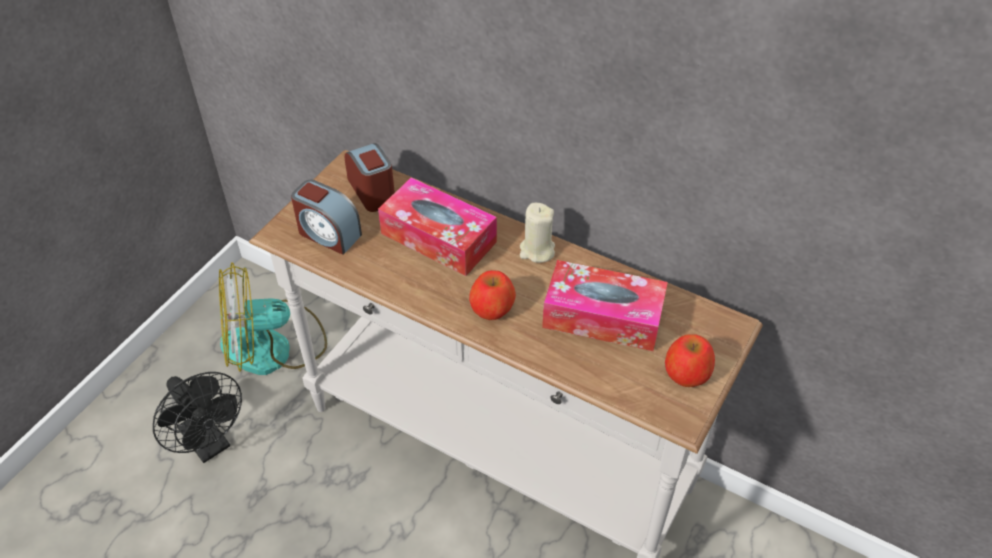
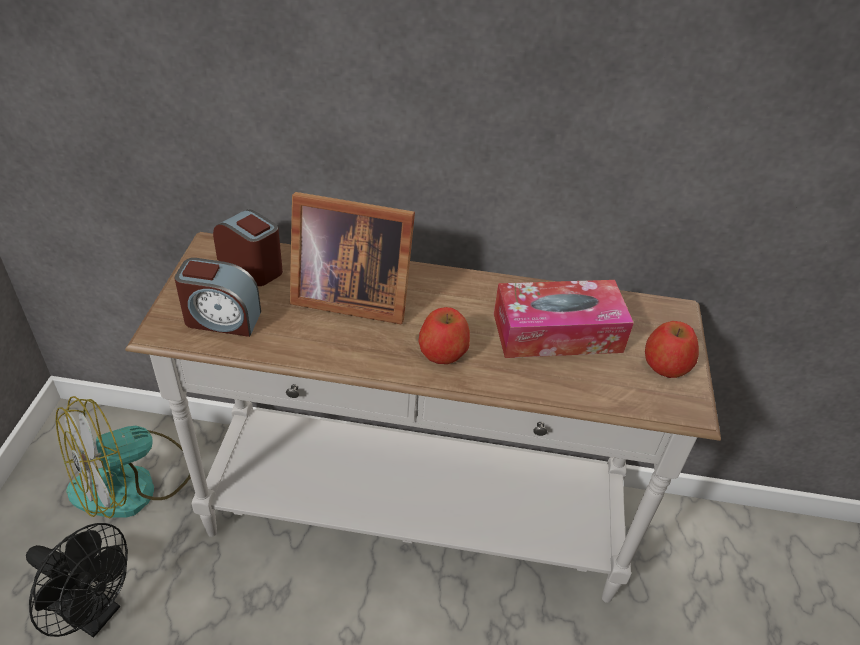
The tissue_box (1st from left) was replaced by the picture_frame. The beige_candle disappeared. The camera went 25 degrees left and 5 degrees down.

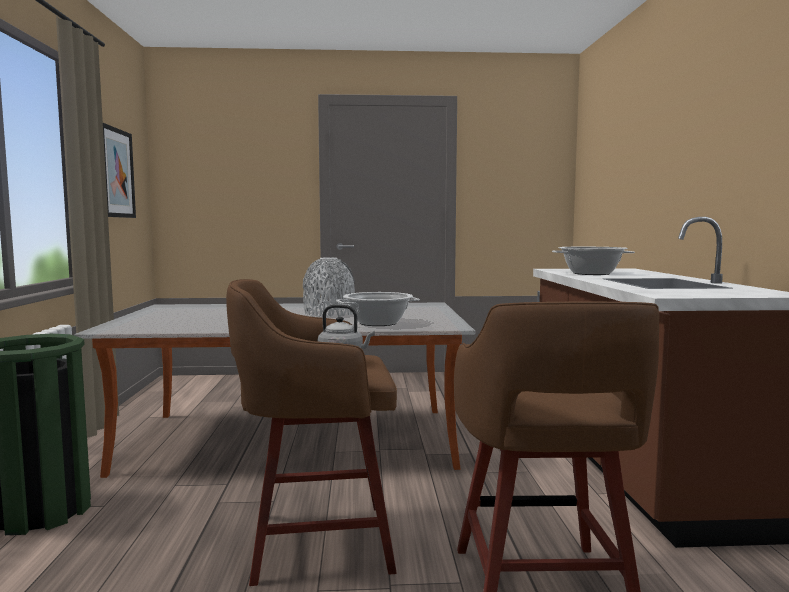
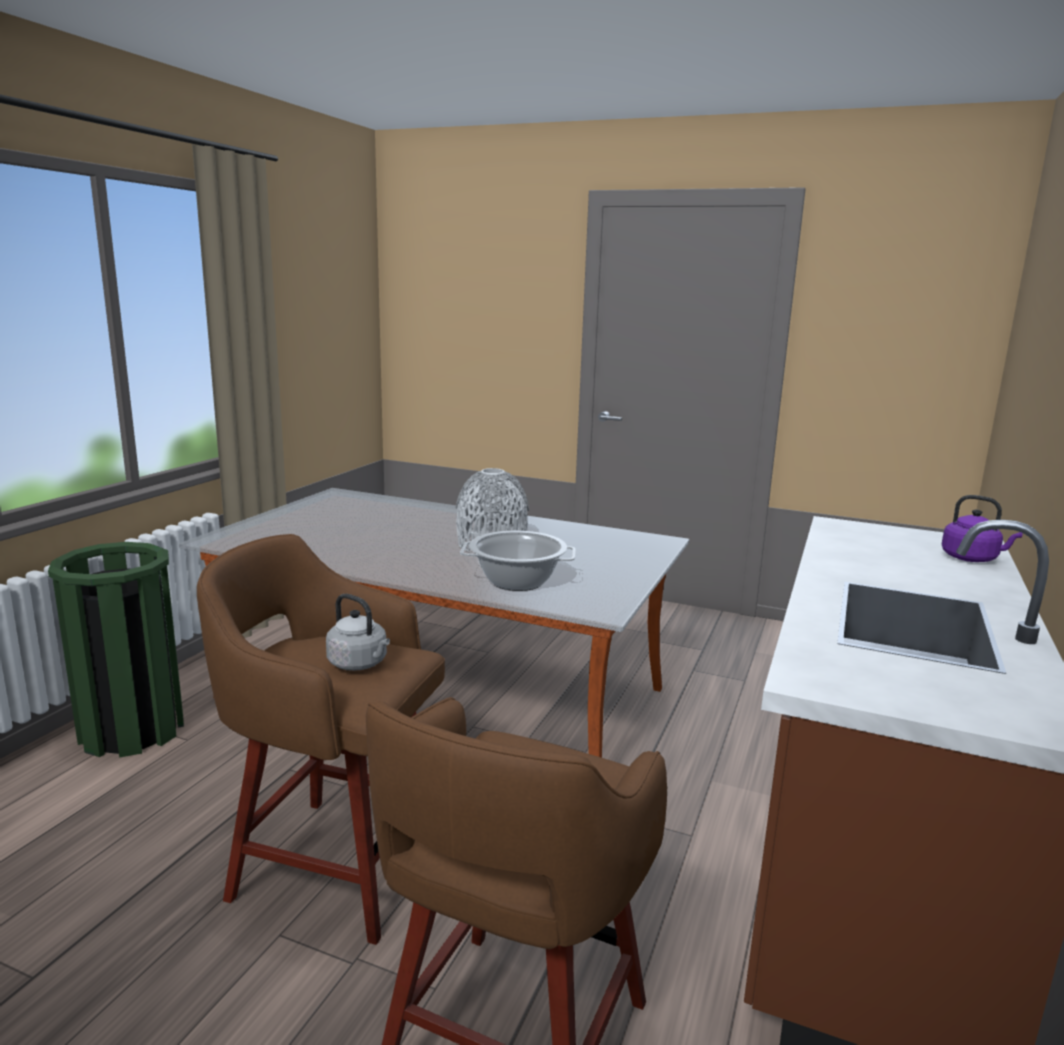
The purple_kettle appeared. The picture disappeared. The cooking_pot (2nd from left) disappeared. The camera went 25 degrees right and 10 degrees up.

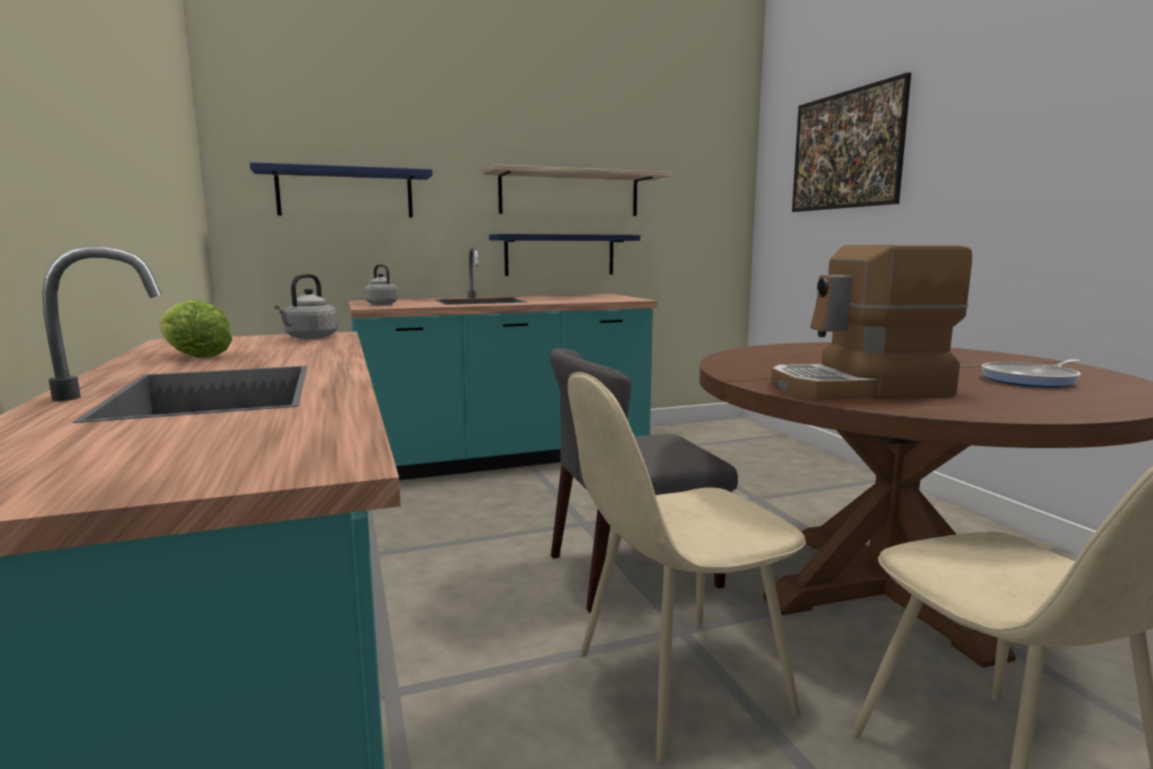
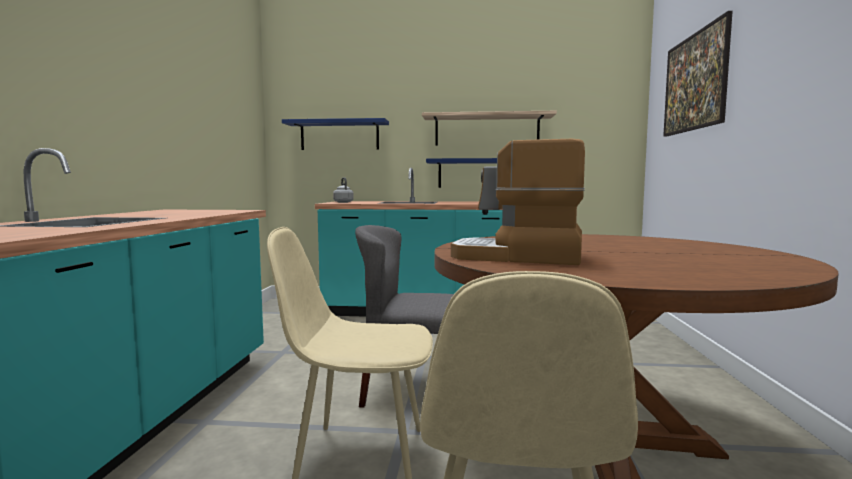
The lettuce disappeared. The grey_kettle (1st from left) disappeared. The frying_pan disappeared. The camera went 25 degrees right and 5 degrees down.

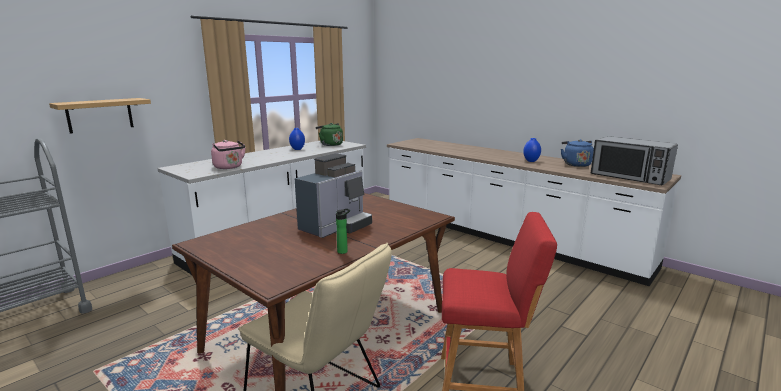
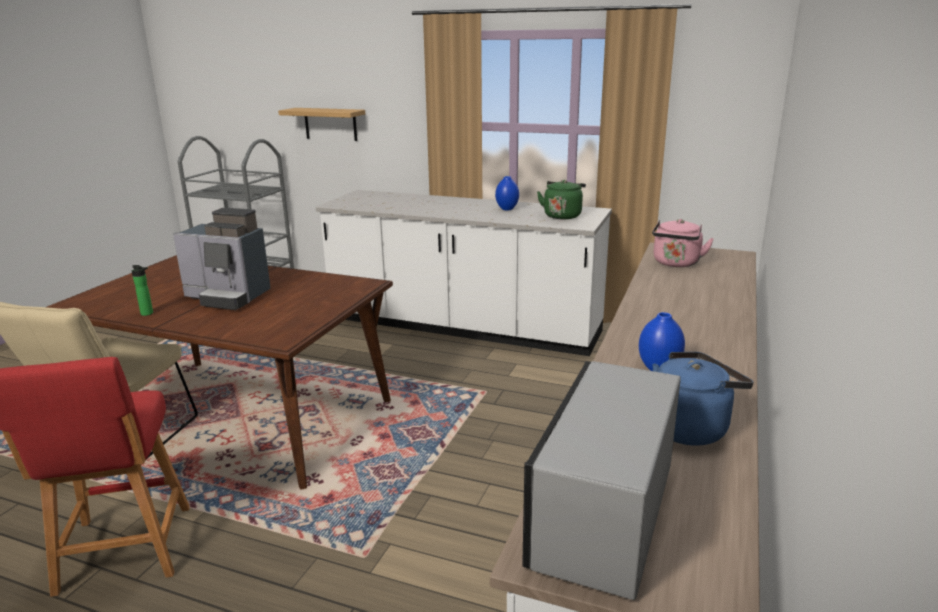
The pink_kettle moved. The camera went 70 degrees right and 5 degrees up.

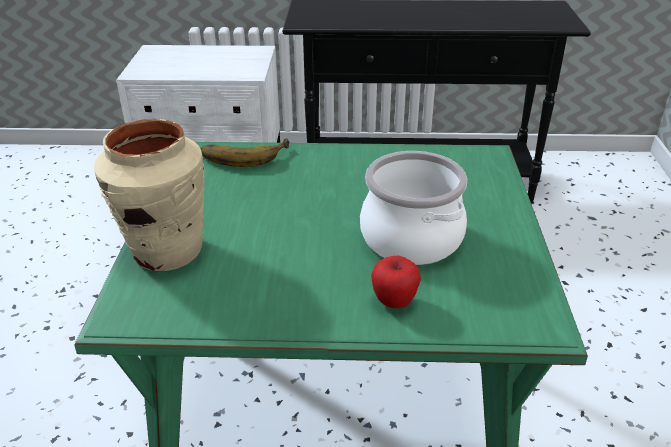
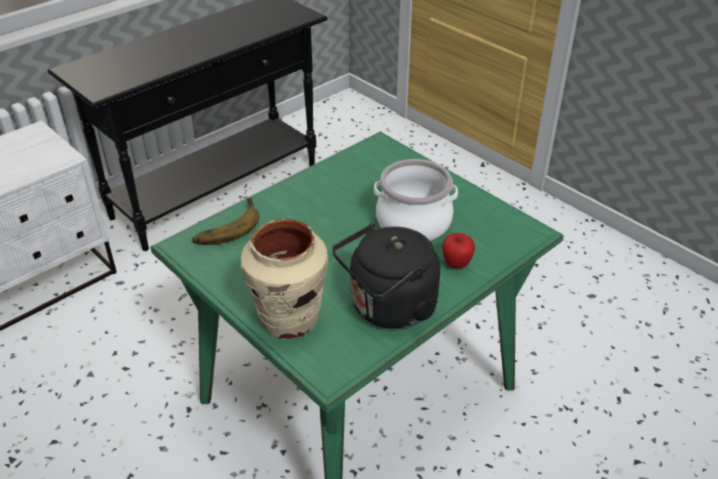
The black_kettle appeared. The camera went 45 degrees left and 5 degrees up.

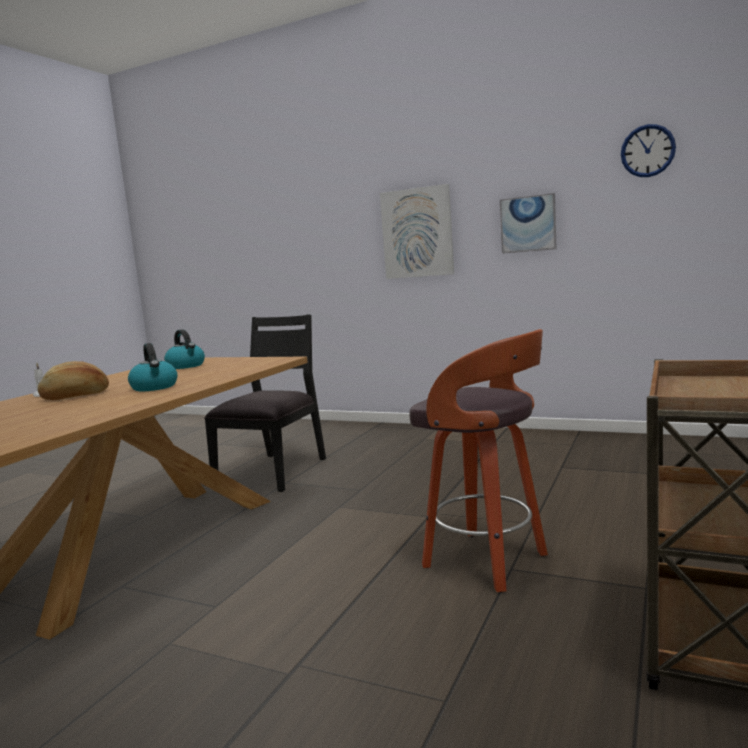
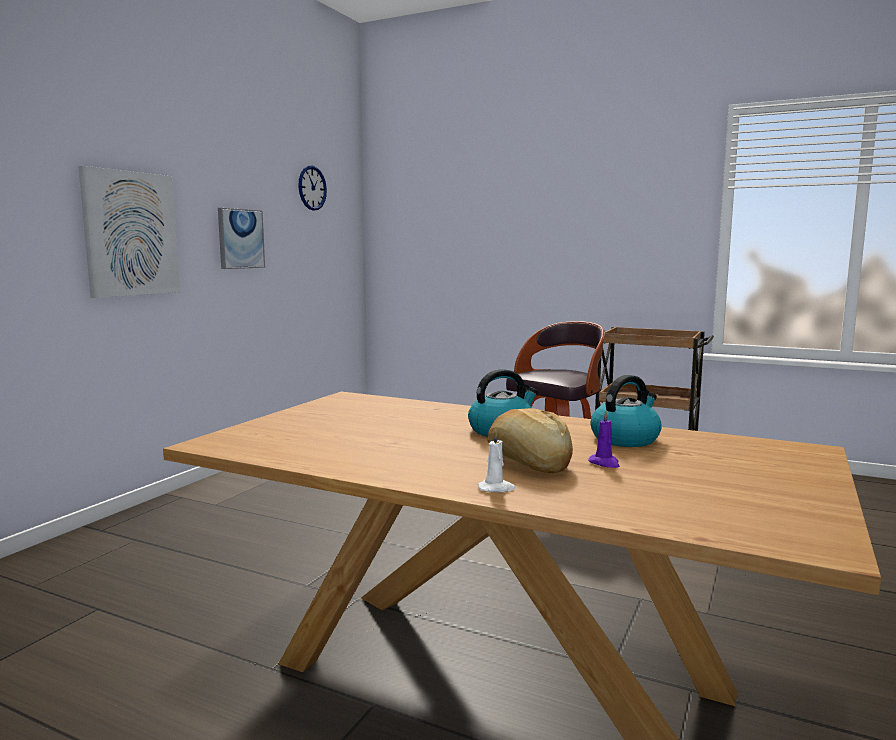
The purple_candle appeared. The kettle (2nd from left) moved. The black_chair disappeared. The camera went 90 degrees left and 0 degrees up.

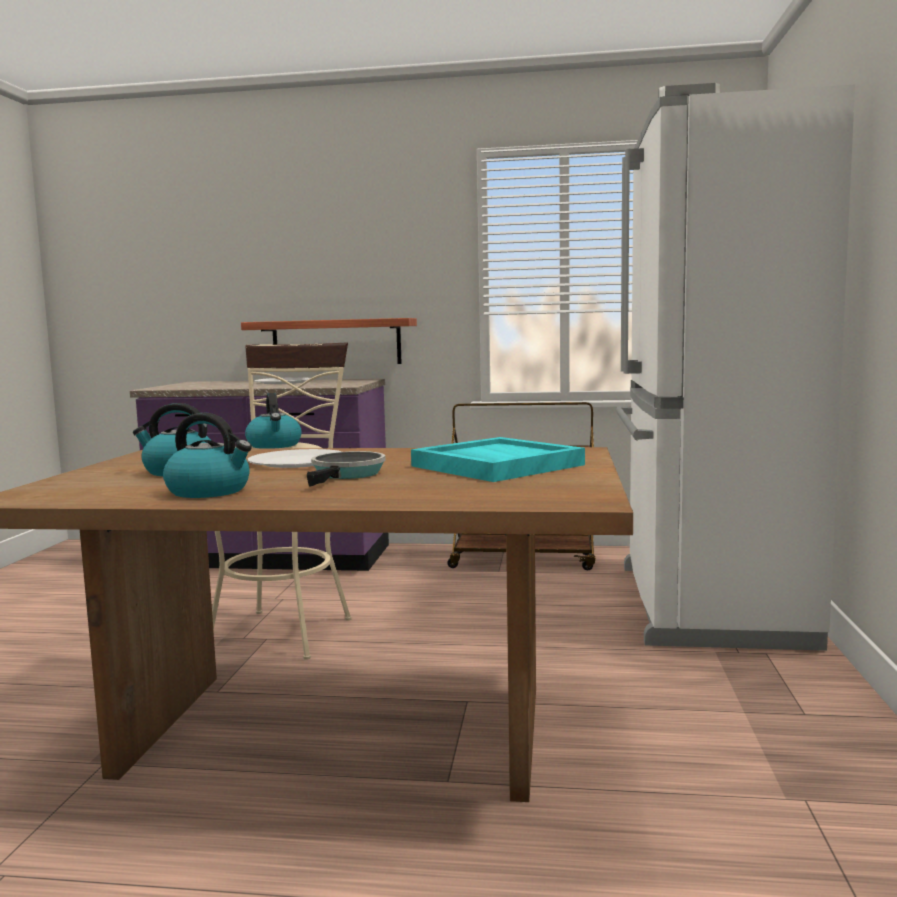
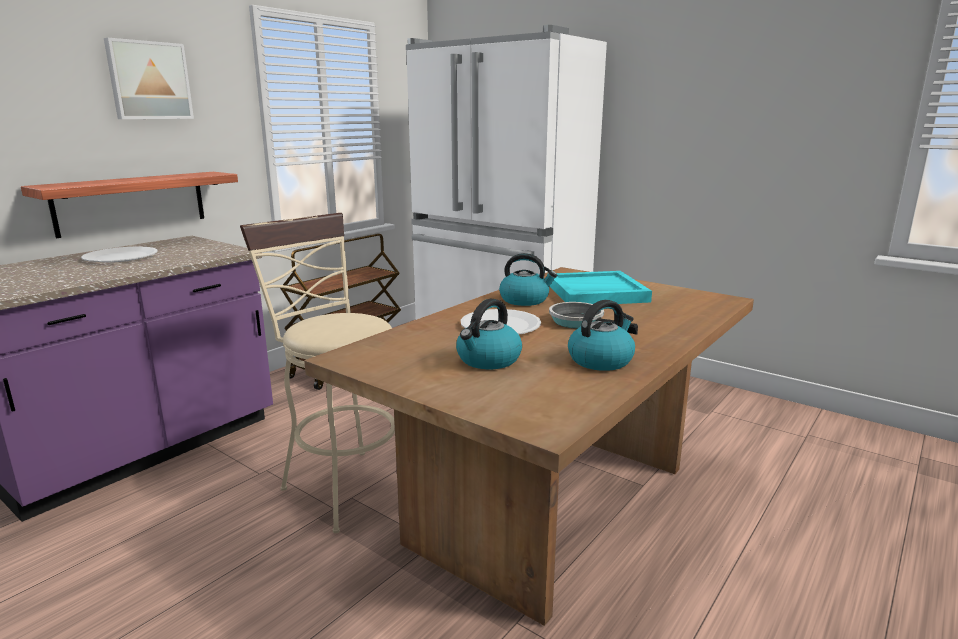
The picture appeared. The kettle (3rd from left in the first image) moved. The camera went 60 degrees left and 10 degrees up.

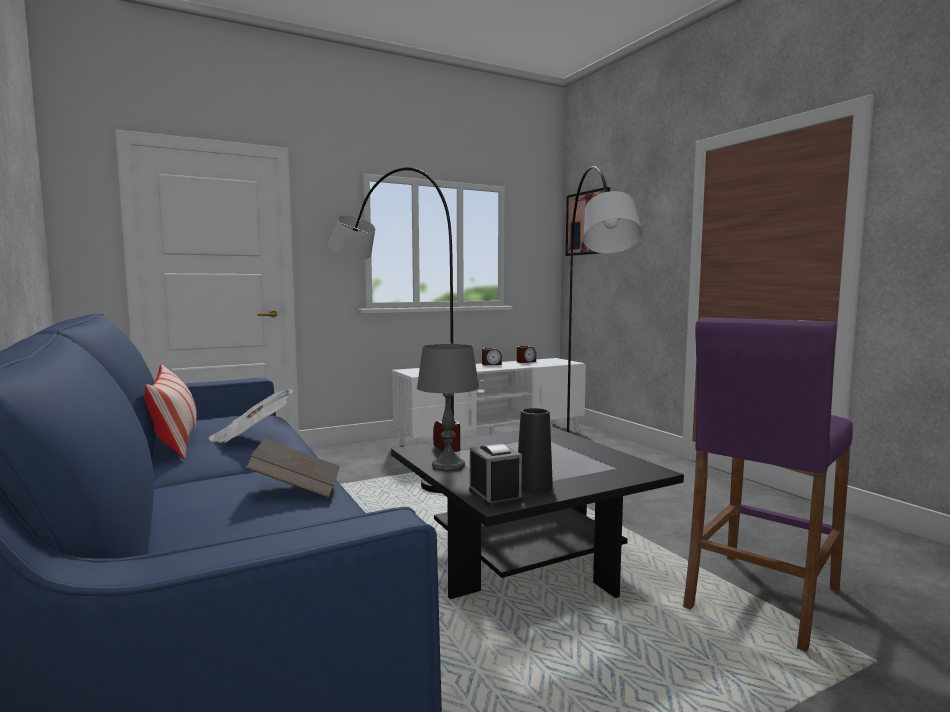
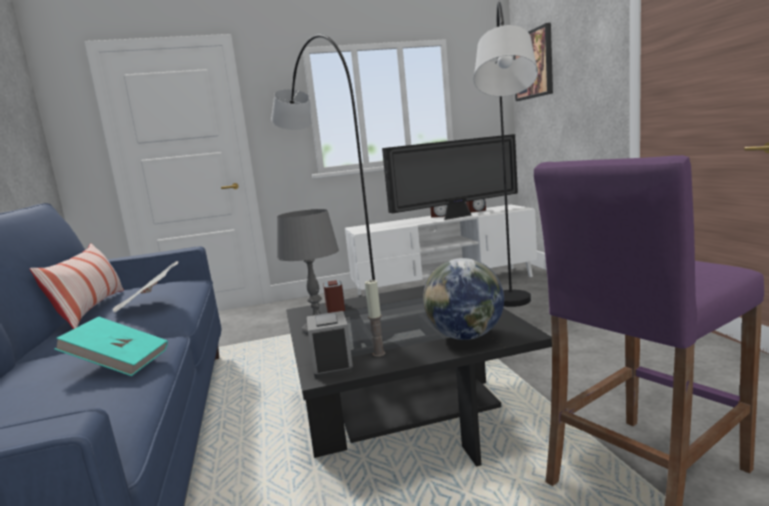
The brown_book became the turquoise_book. The black_vase was replaced by the candle. The television appeared. The globe appeared. The camera went 15 degrees right and 5 degrees up.

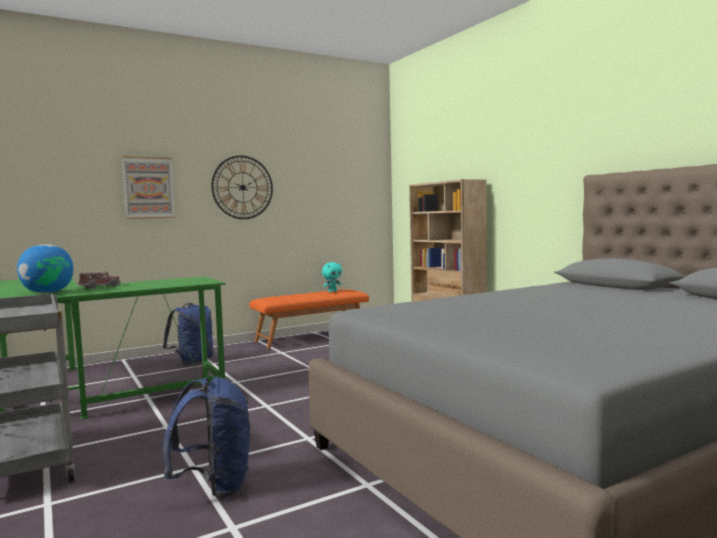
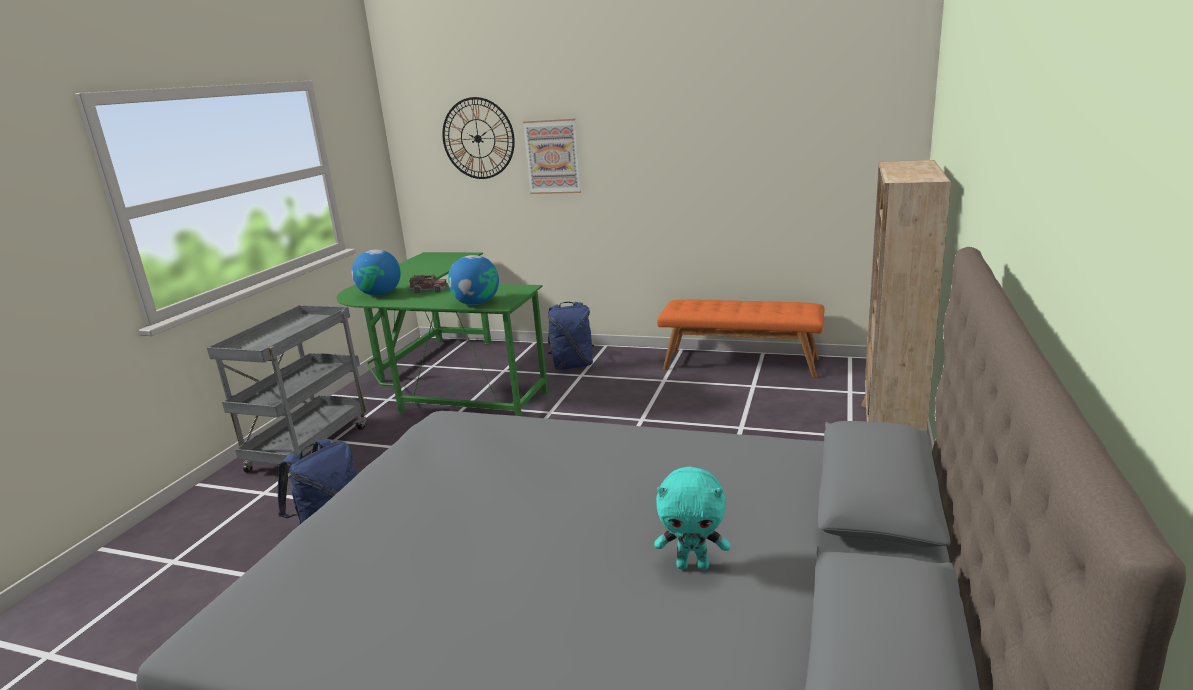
The wall_clock moved. The globe (2nd from left) appeared. The turquoise_plush_toy moved. The camera went 50 degrees right and 15 degrees up.

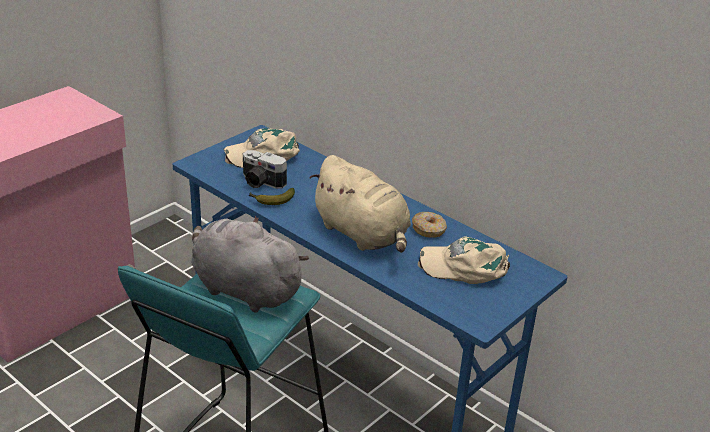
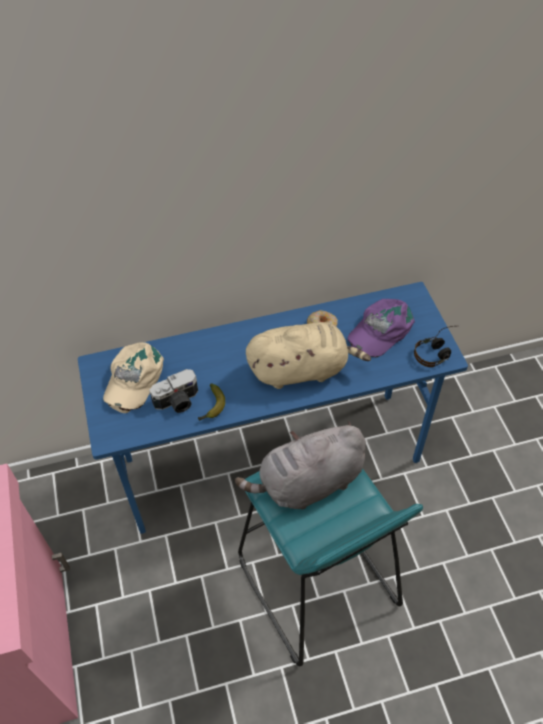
The beige_cap (2nd from left) became the purple_cap. The headphones appeared. The camera went 55 degrees left and 20 degrees up.

